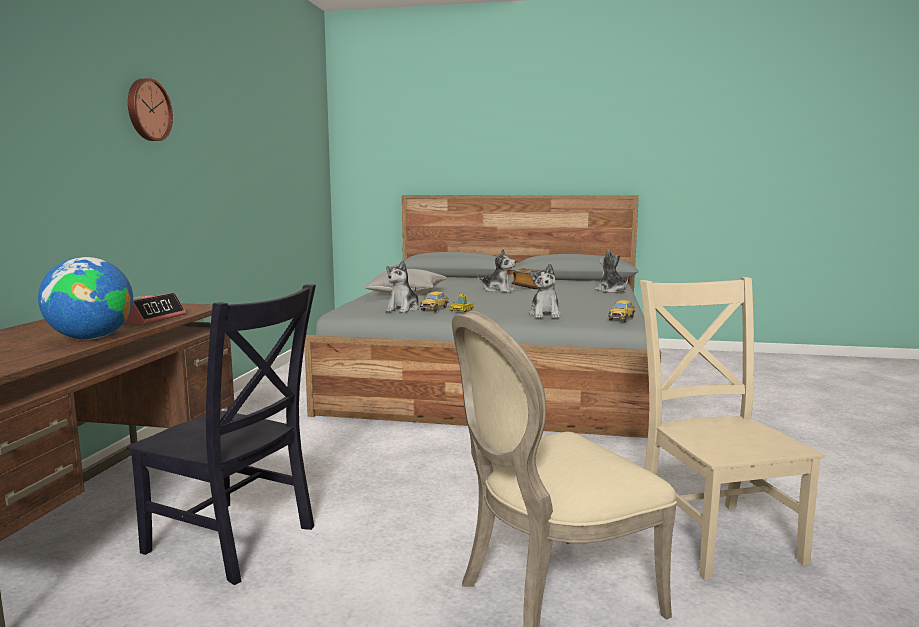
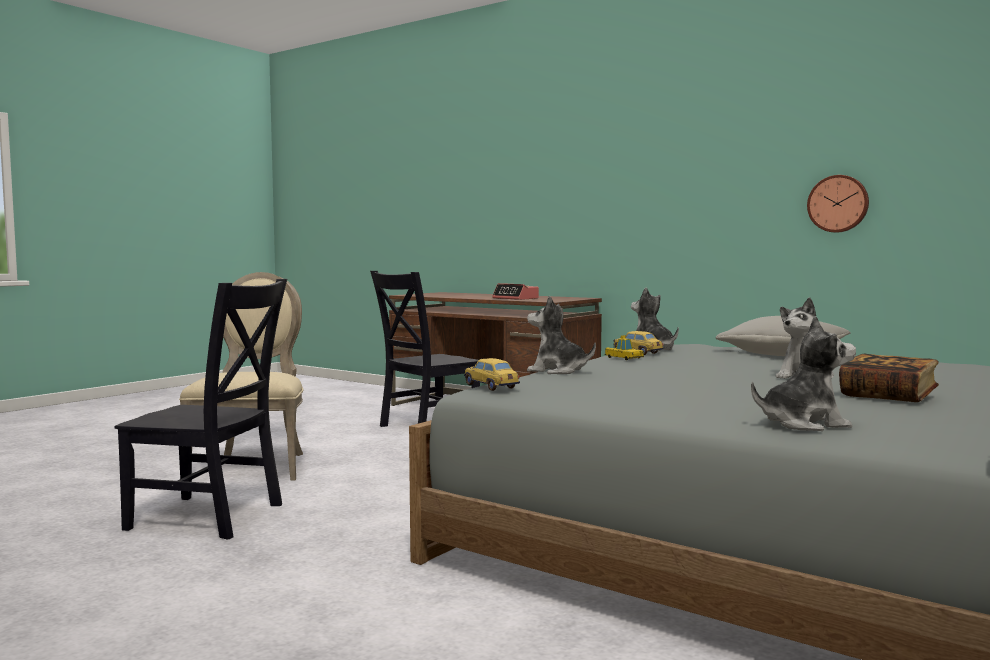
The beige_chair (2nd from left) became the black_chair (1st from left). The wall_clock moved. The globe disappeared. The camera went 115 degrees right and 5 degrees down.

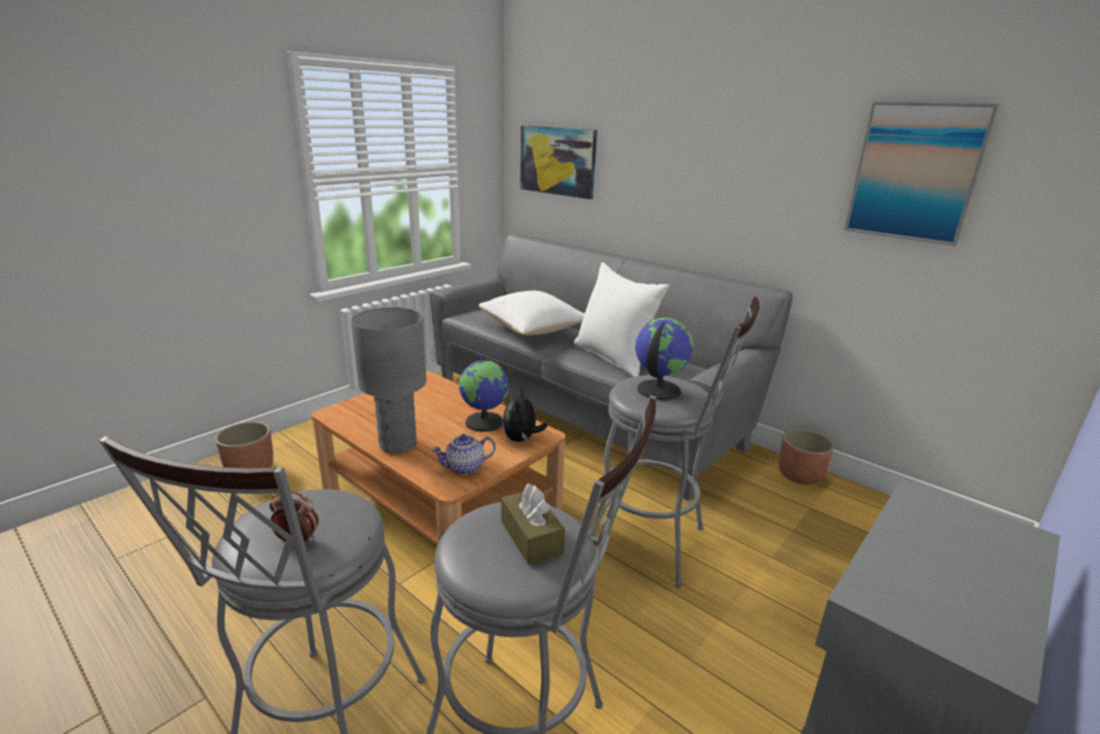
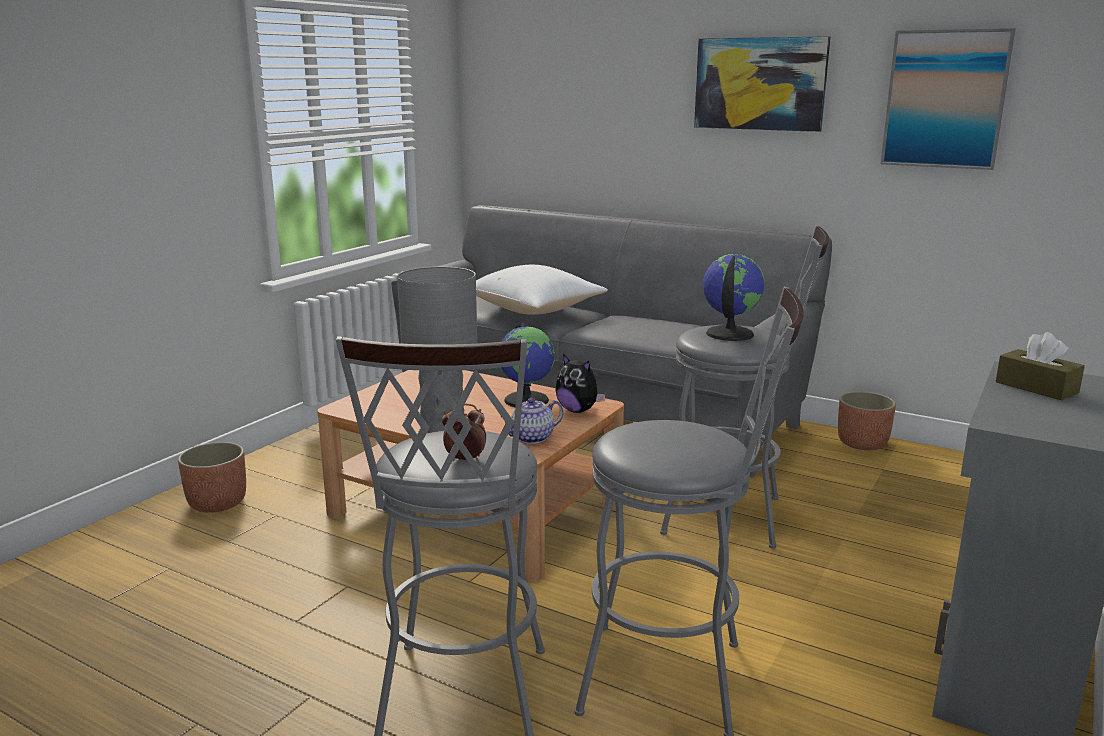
The plush_toy turned 45 degrees counterclockwise. The picture (1st from left) moved. The brown_tissue_box moved. The white_pillow (2nd from left) disappeared. The camera went 10 degrees left and 5 degrees down.

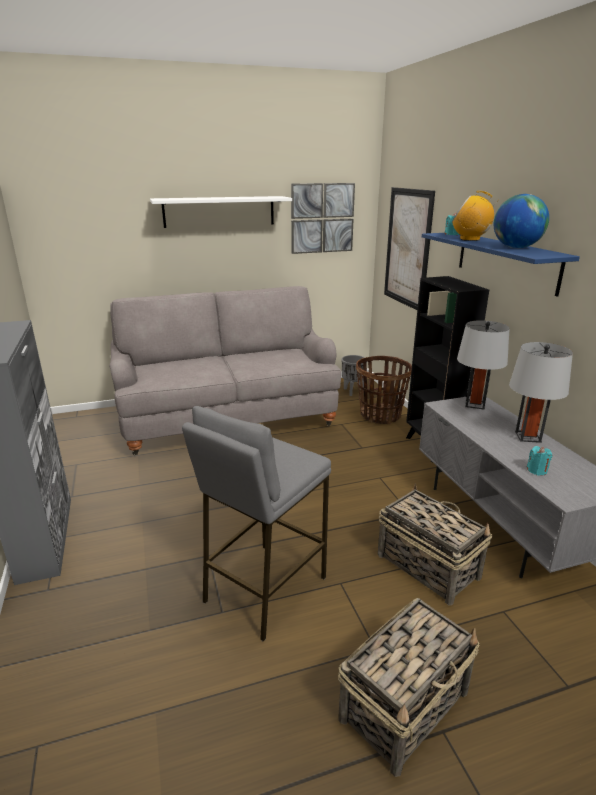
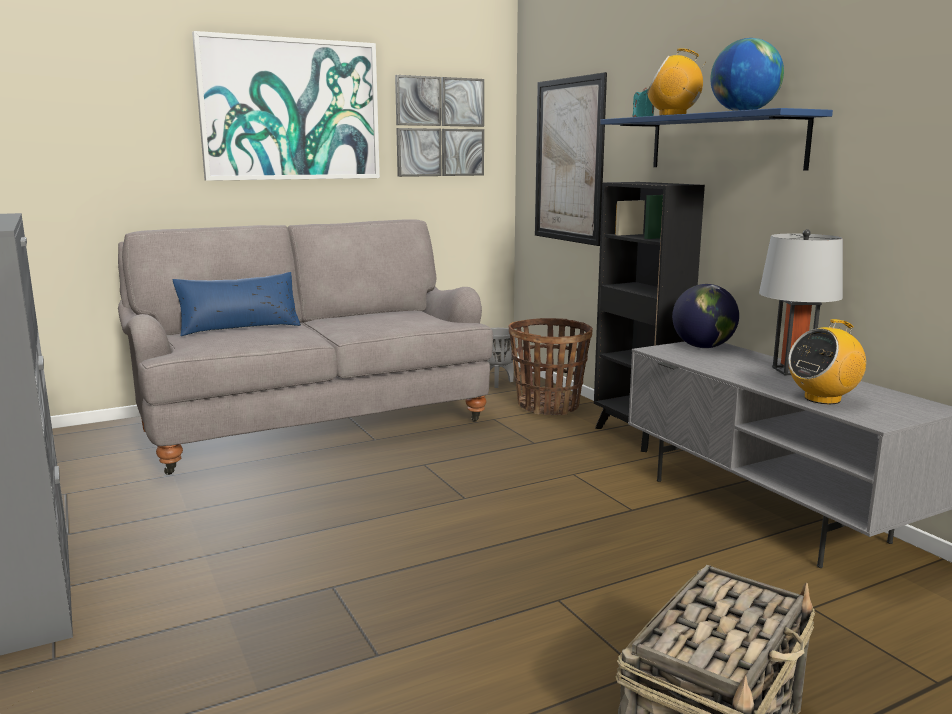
The blue_pillow appeared. The white_shelf was replaced by the picture (1st from left). The grey_table_lamp (1st from left) was replaced by the globe (1st from left). The turquoise_candle (2nd from left) was replaced by the radio (2nd from left). The grey_stool disappeared. The basket (3rd from left) disappeared. The camera went 10 degrees left and 10 degrees down.

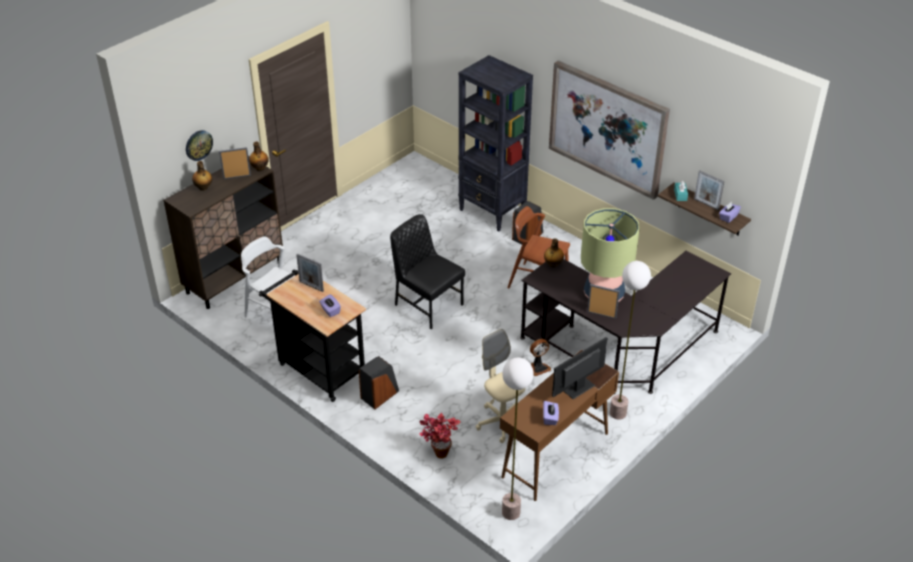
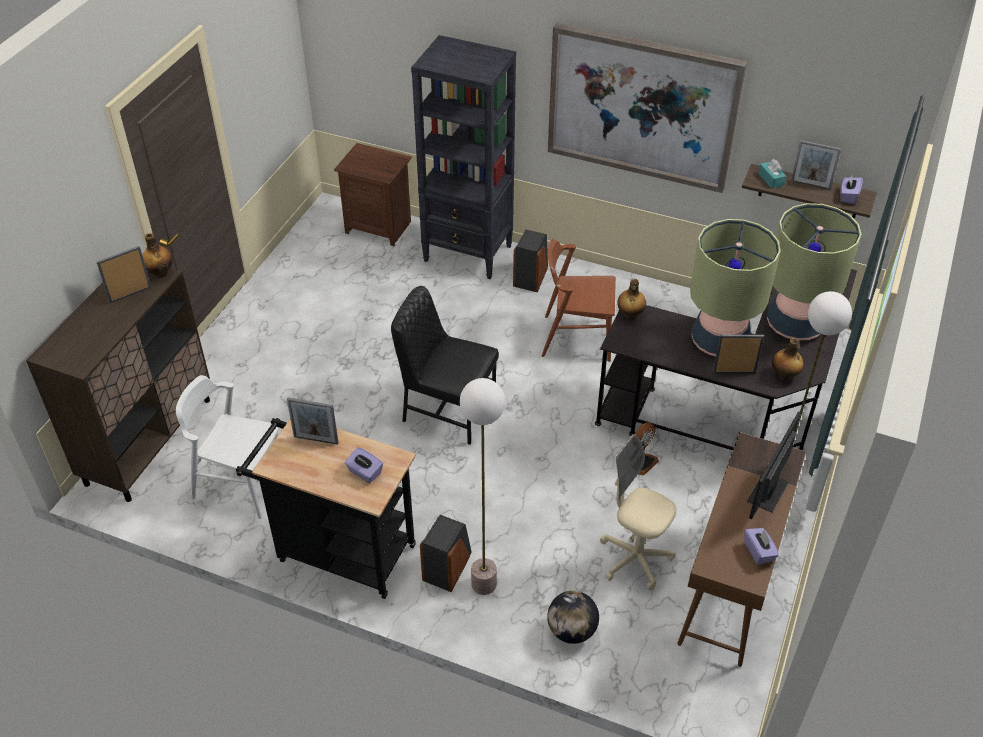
The brown_nightstand appeared. The floor_lamp (1st from left) moved. The potted_plant was replaced by the globe. The table_lamp (2nd from left) appeared. The bottle (1st from left in the first image) moved. The wall_clock disappeared. The camera went 20 degrees left and 5 degrees up.

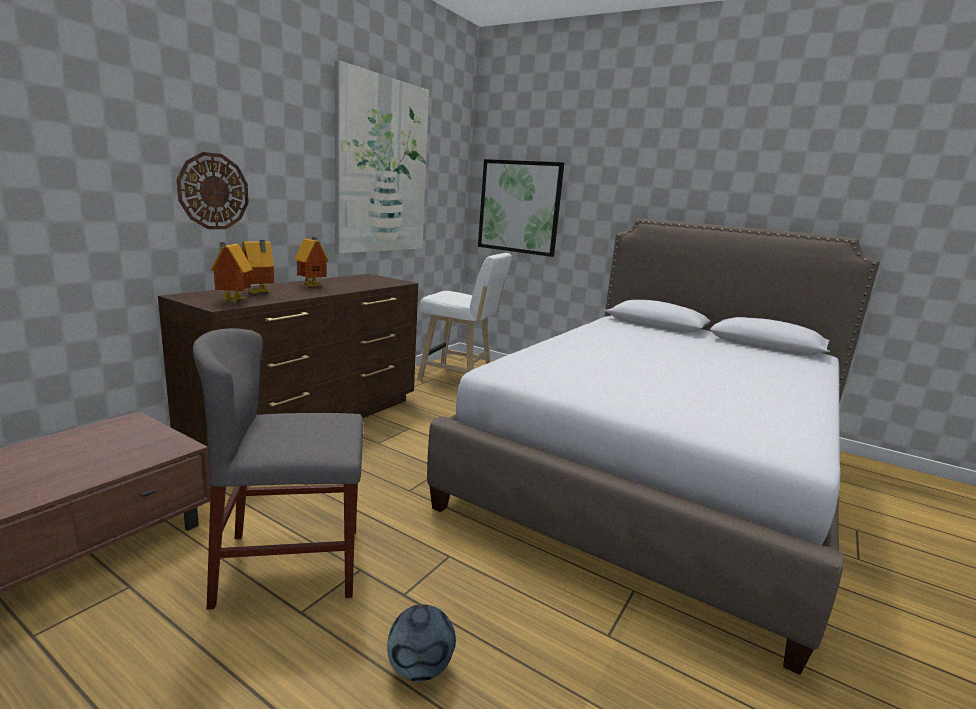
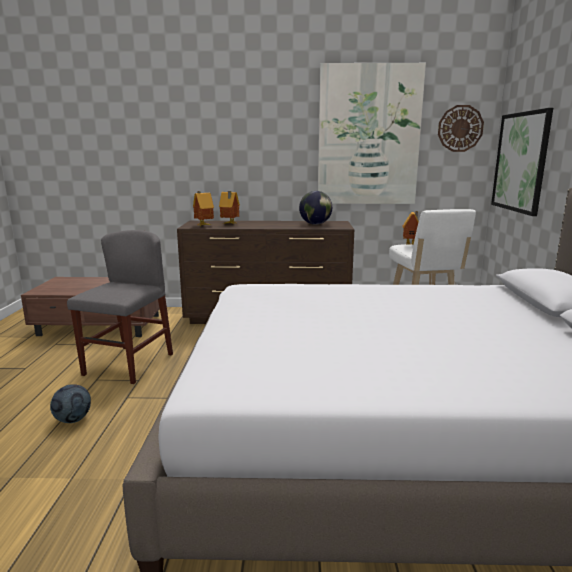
The grey_chair turned 60 degrees clockwise. The globe appeared. The toy_house (3rd from left) moved. The wall_clock moved. The camera went 60 degrees right and 0 degrees up.

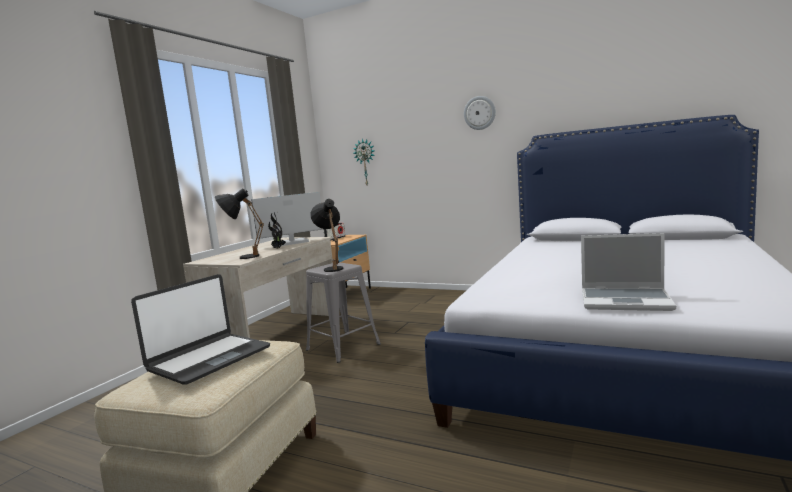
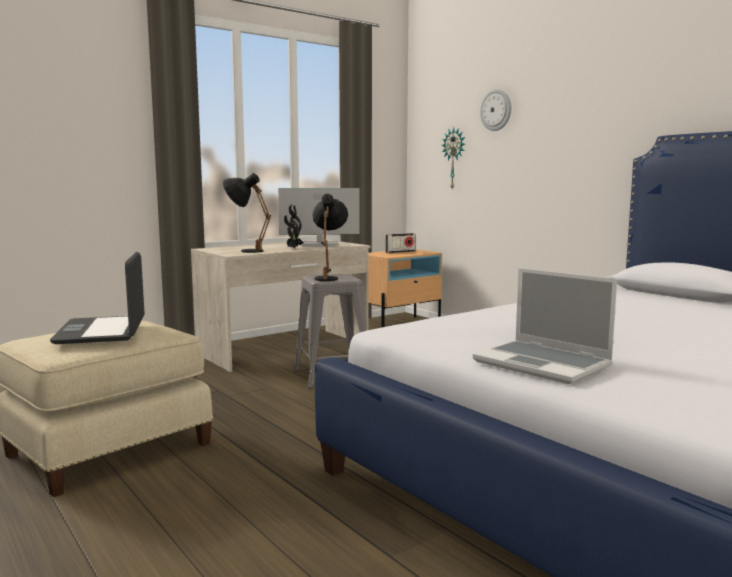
The laptop (1st from left) turned 105 degrees clockwise. The wall_clock (2nd from left) moved. The camera went 25 degrees right and 0 degrees up.

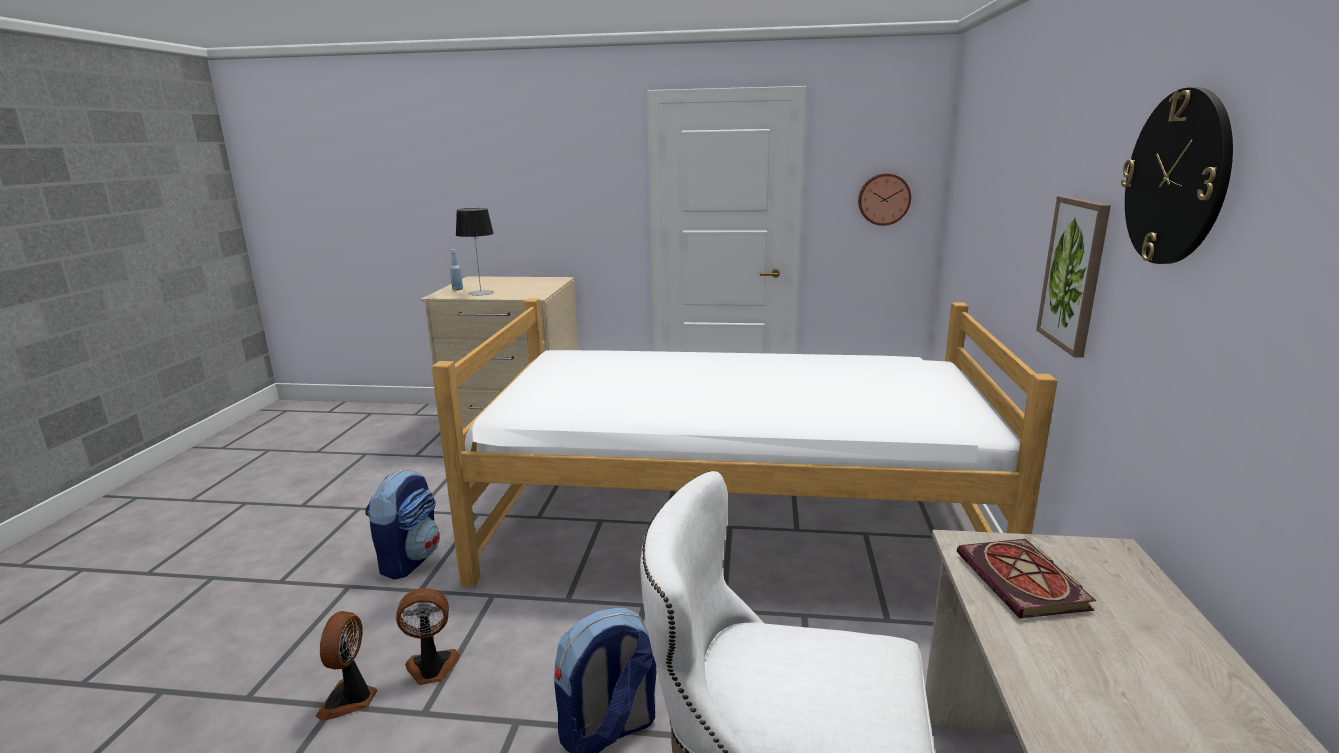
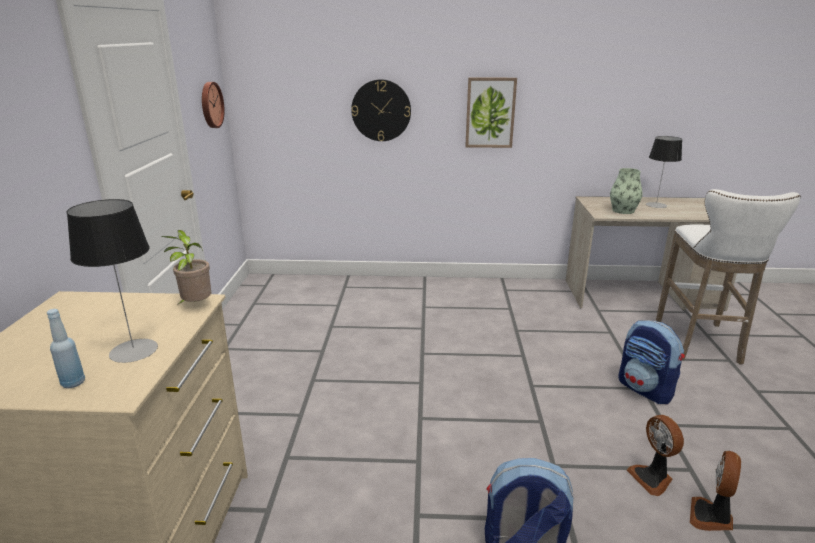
The potted_plant appeared. The wall_clock (2nd from left) moved. The book was replaced by the vase. The table_lamp (2nd from left) appeared. The fan (1st from left in the first image) turned 120 degrees clockwise. The bed disappeared. The camera went 95 degrees left and 5 degrees up.

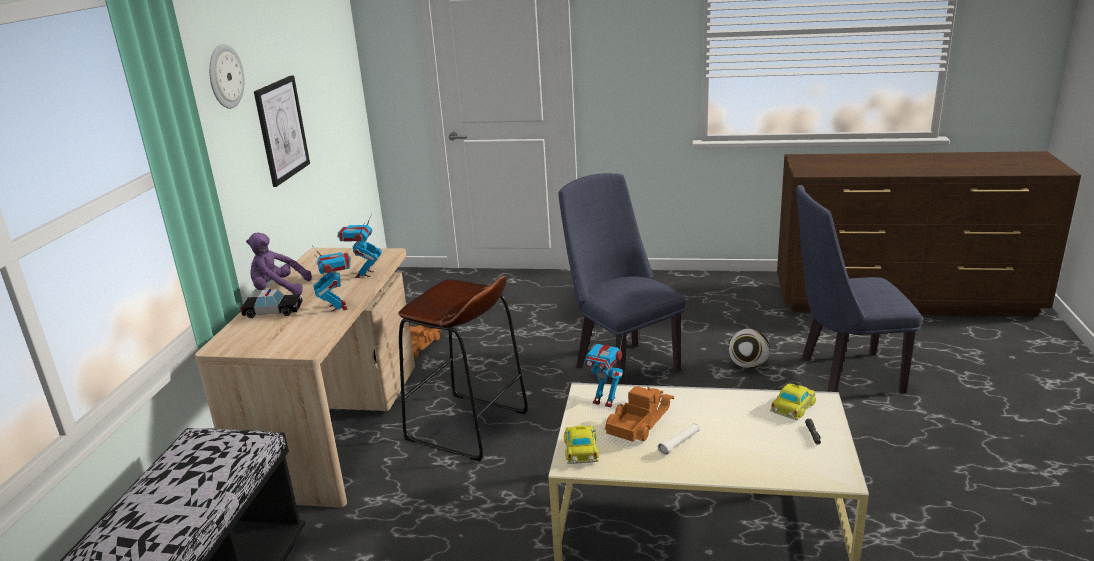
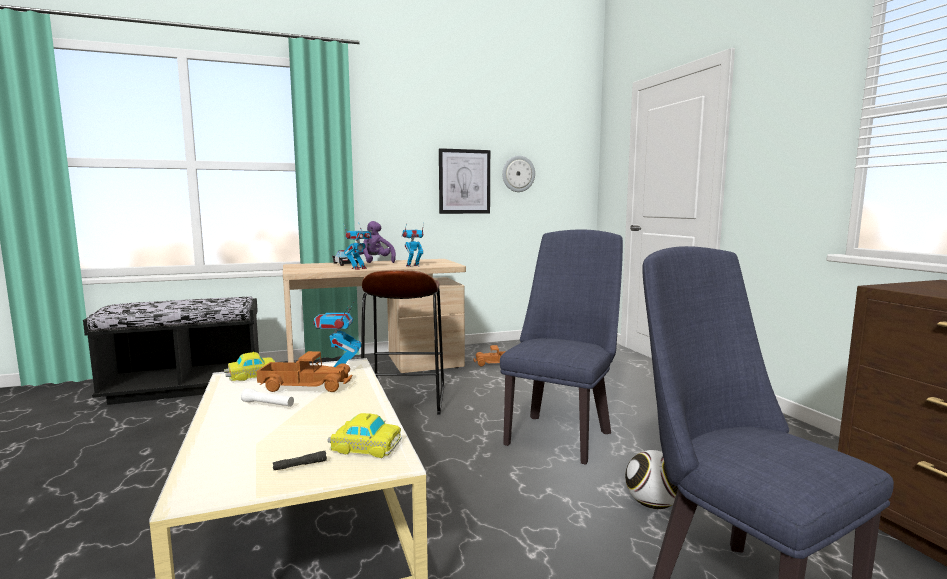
The wall_clock moved. The camera went 60 degrees right and 15 degrees down.

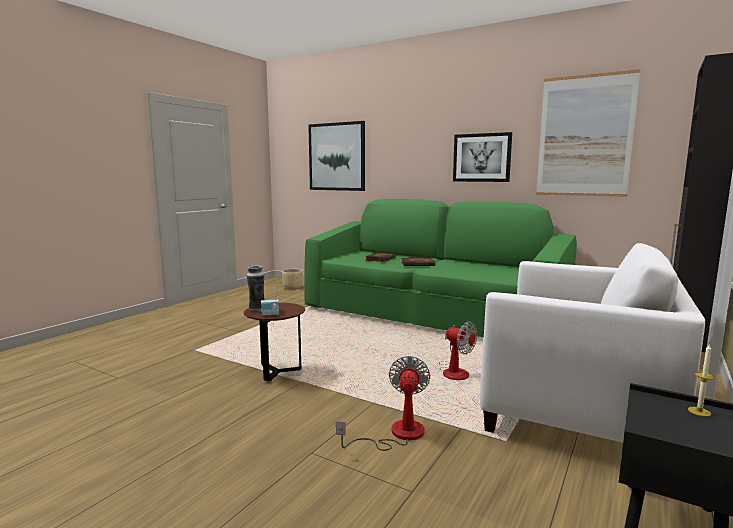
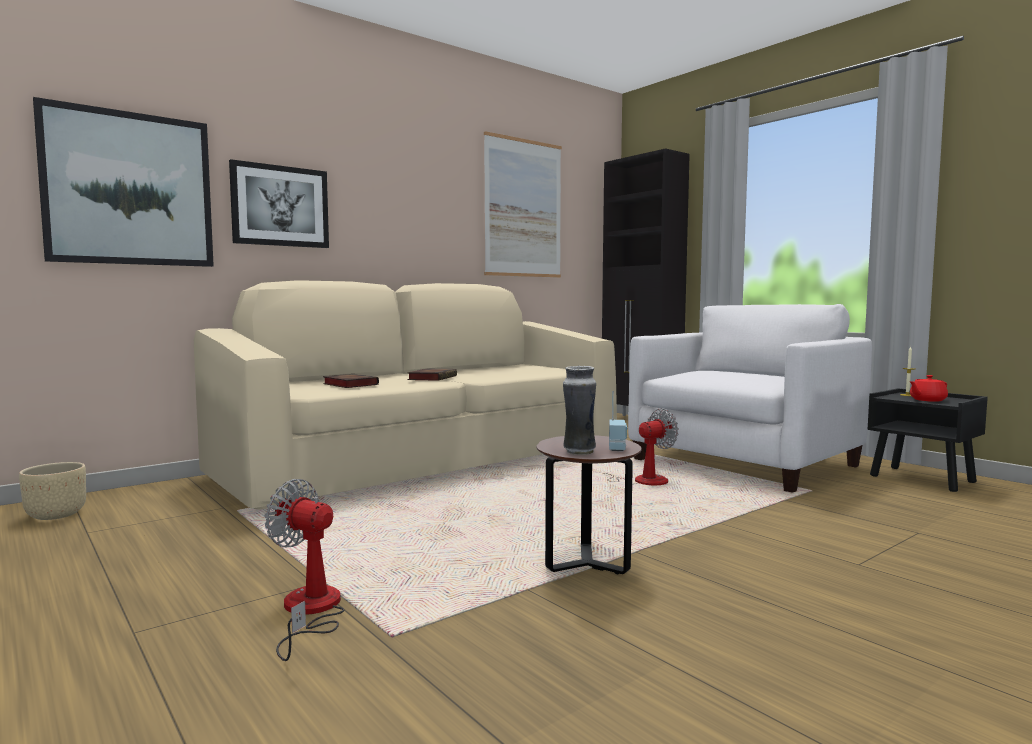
The green_sofa became the beige_sofa. The picture (2nd from left) moved. The fan (1st from left) moved. The red_teapot appeared. The camera went 70 degrees left and 5 degrees down.

